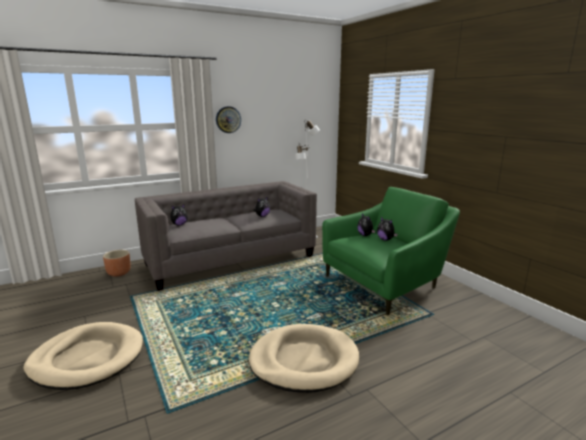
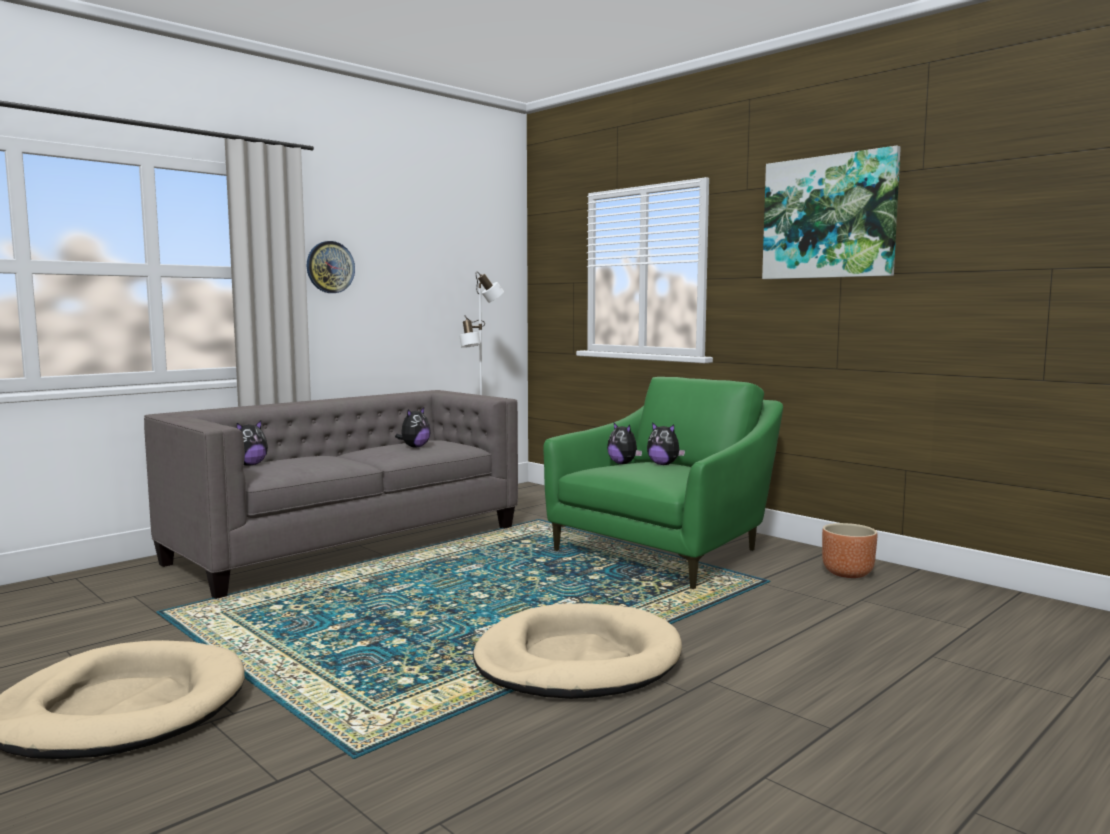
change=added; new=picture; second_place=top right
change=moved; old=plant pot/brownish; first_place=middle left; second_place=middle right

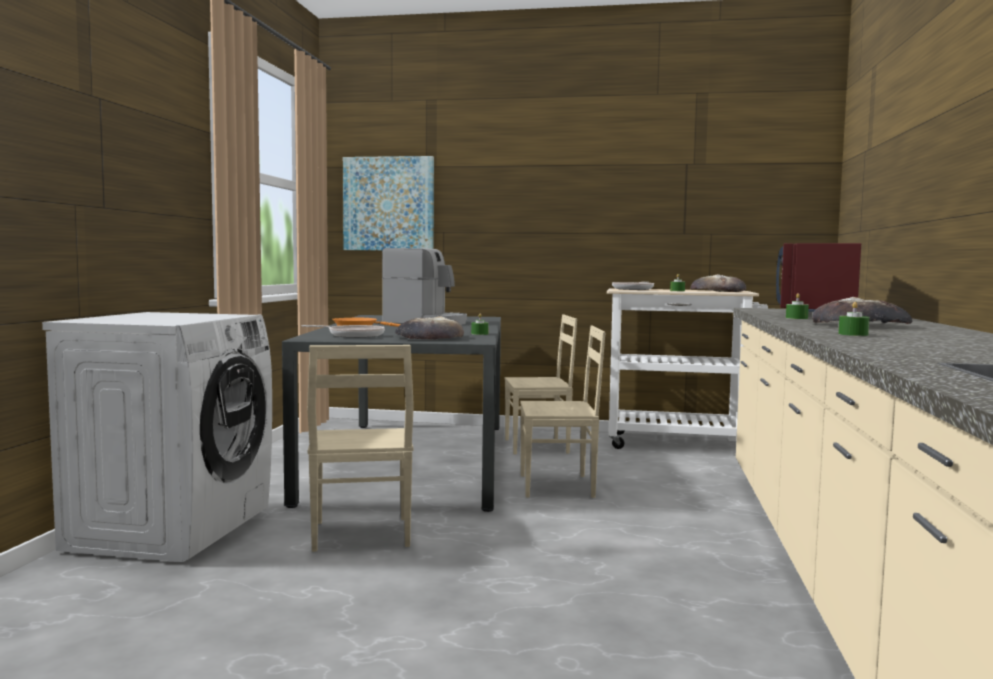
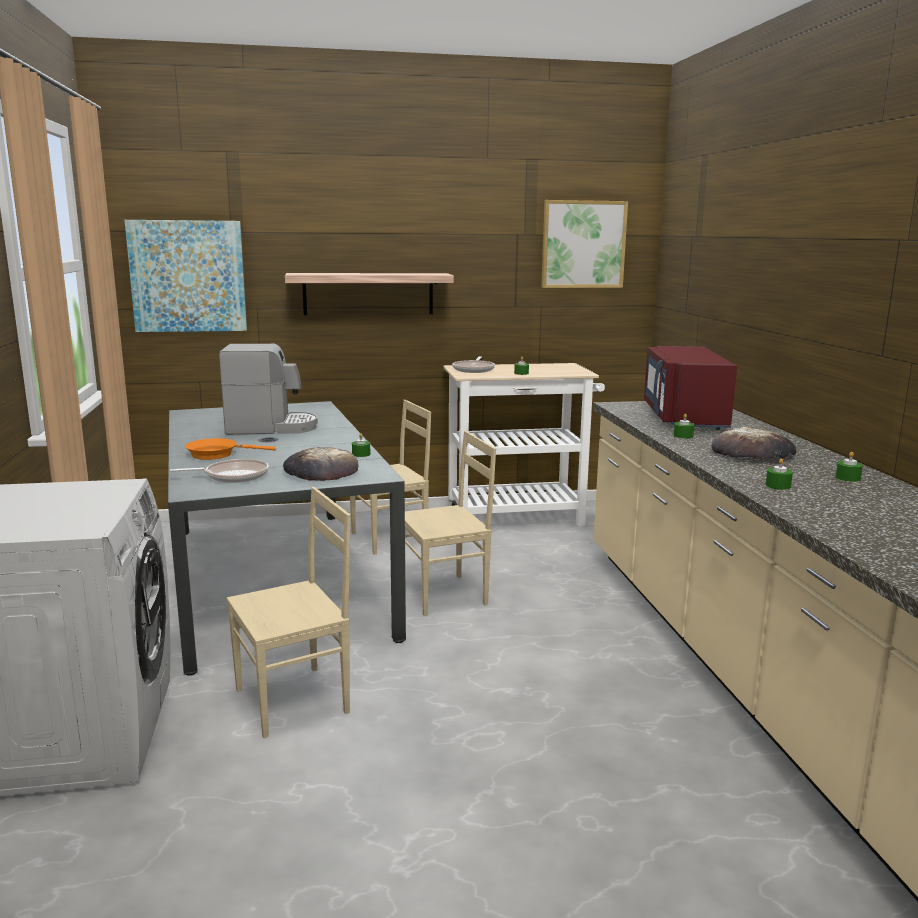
change=removed; old=bread (2nd from left); first_place=middle right
change=added; new=bracket shelf; second_place=top centre
change=added; new=picture (2nd from left); second_place=top centre
change=added; new=candle/greenish (5th from left); second_place=middle right
change=turned; old=chair/sand-coloured (1st from left); first_place=centre; second_place=bottom left; degrees=-90

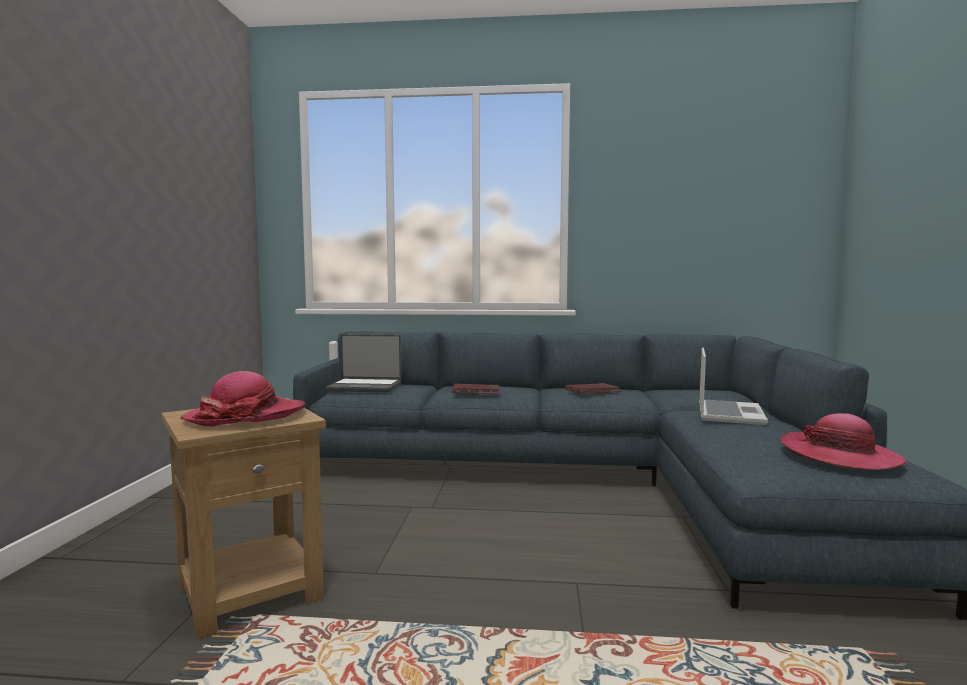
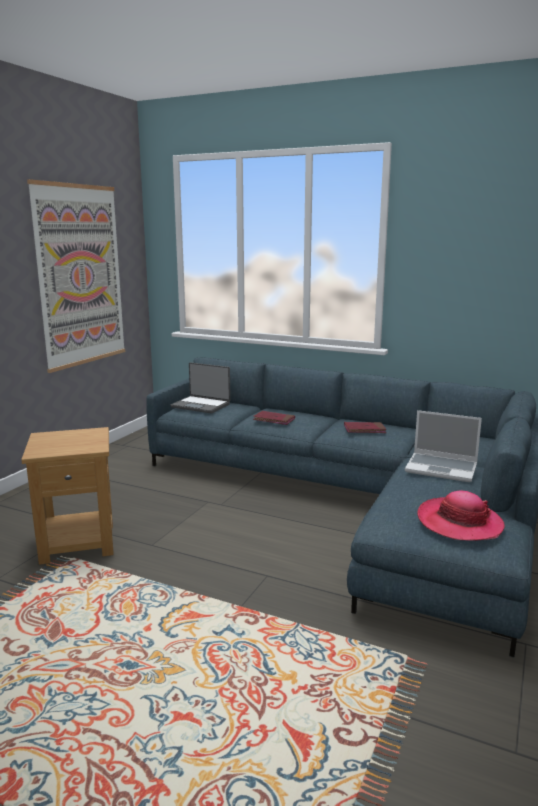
change=removed; old=hat (1st from left); first_place=middle left
change=added; new=picture; second_place=middle left
change=turned; old=portable computer (2nd from left); first_place=middle right; second_place=middle right; degrees=75

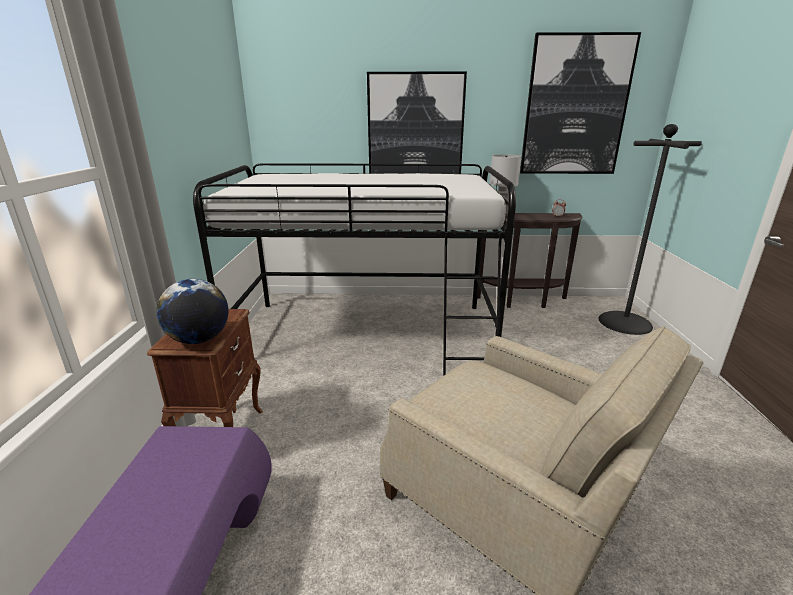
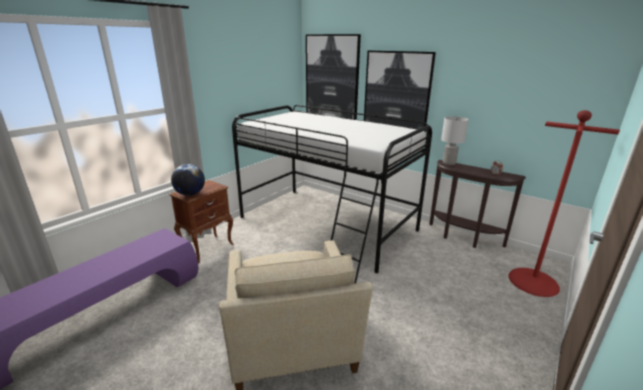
change=moved; old=picture (2nd from left in the first image); new=picture (1st from left); first_place=top right; second_place=top centre
change=recoloured; old=garment stand/blackish; new=garment stand/red; first_place=middle right; second_place=middle right

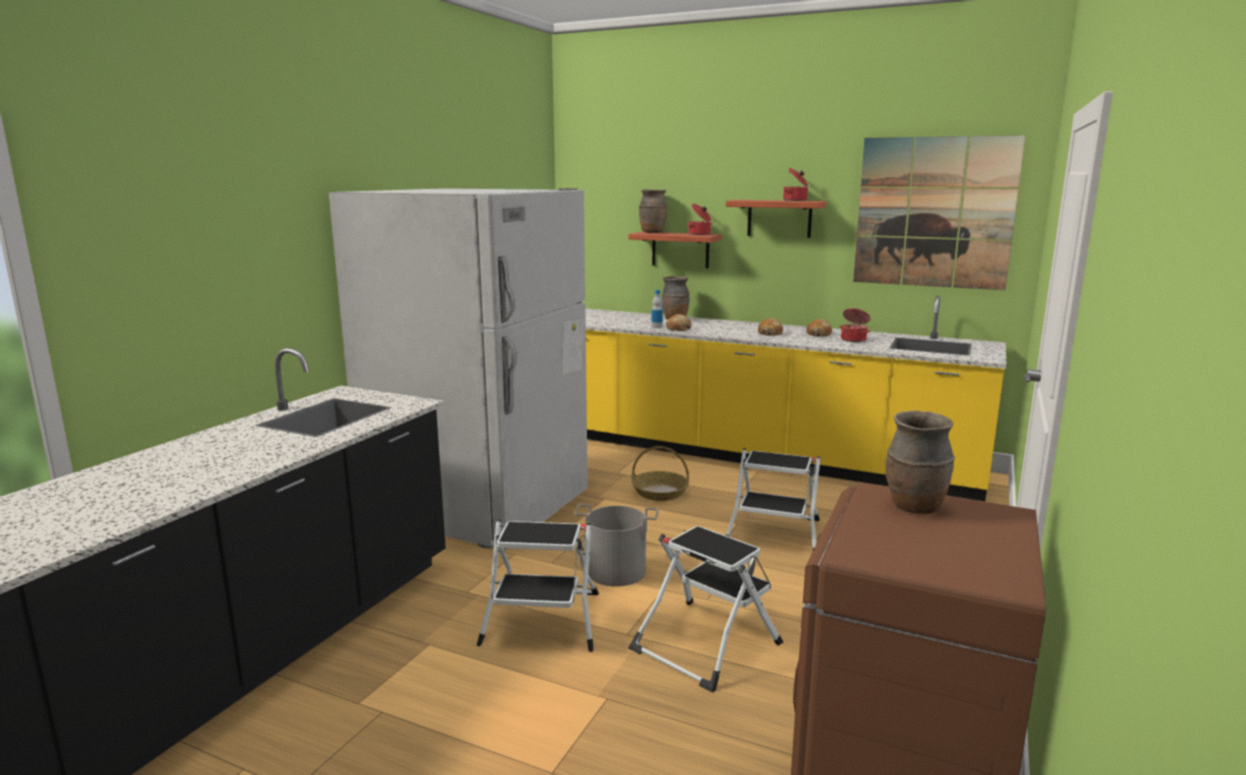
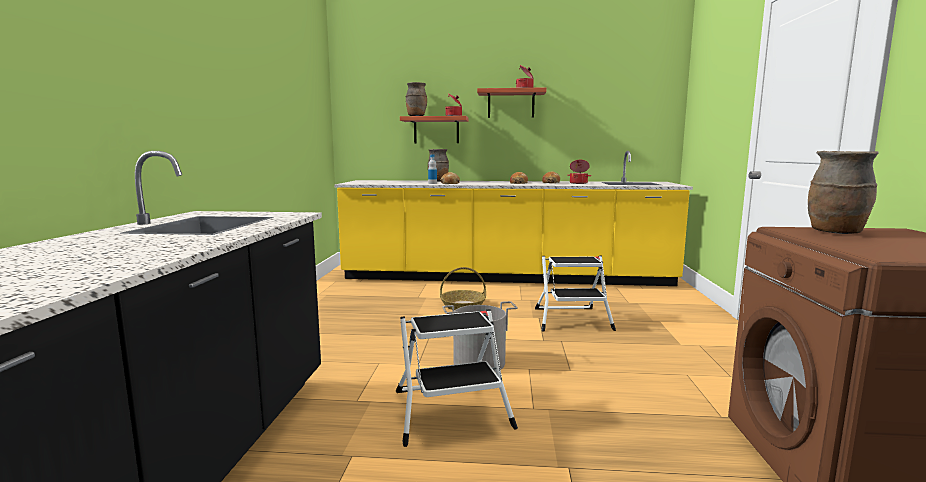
change=removed; old=refrigerator/white-coloured; first_place=centre
change=removed; old=stepladder (2nd from left); first_place=bottom centre
change=removed; old=picture; first_place=top right

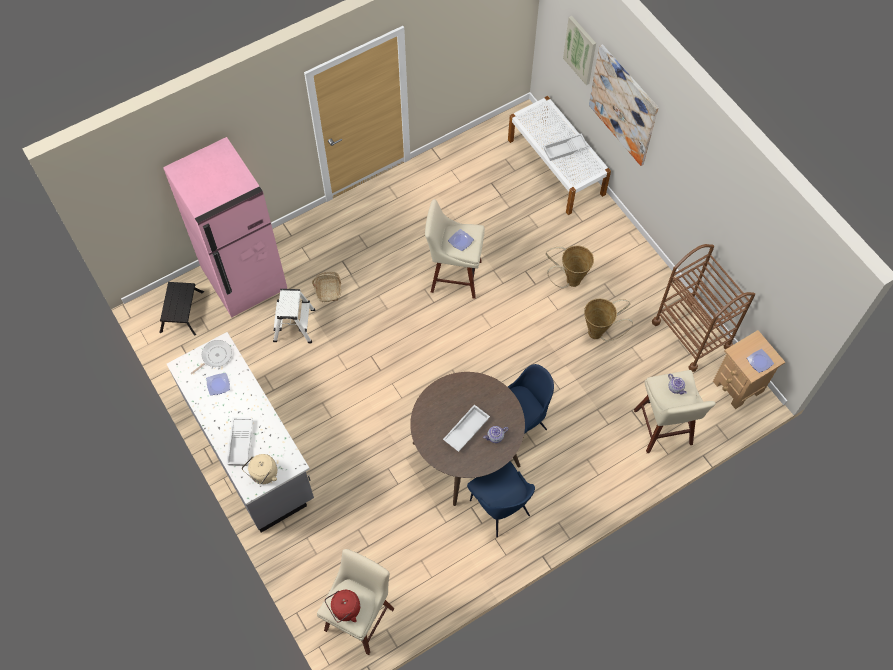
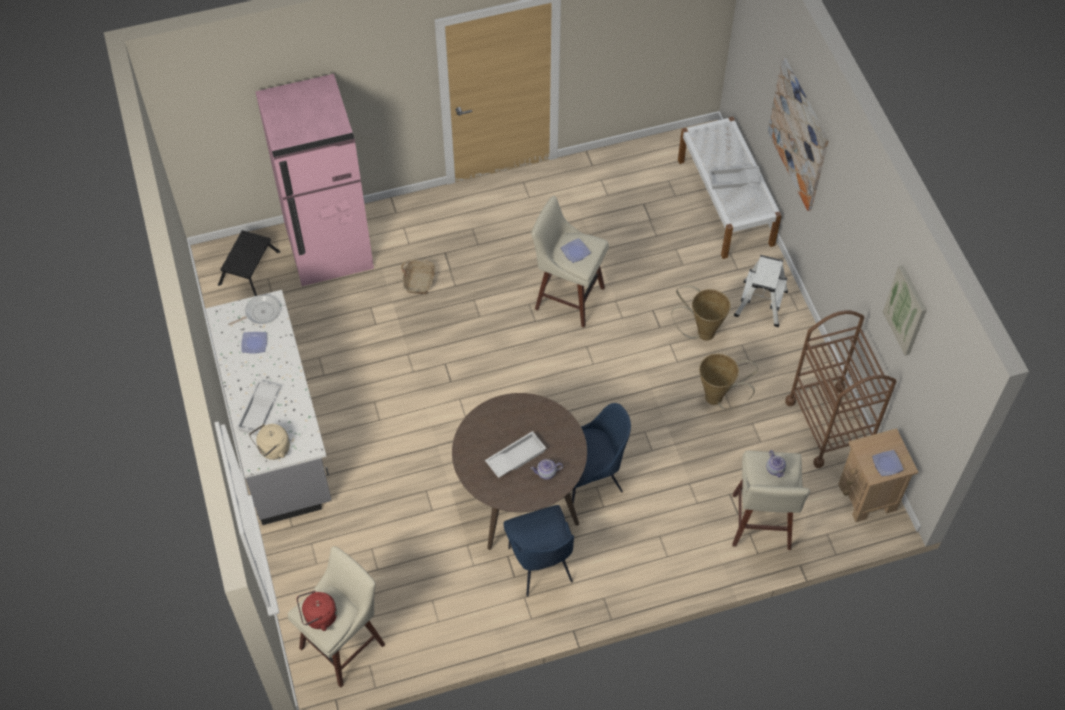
change=moved; old=stepladder/white-coloured; first_place=middle left; second_place=middle right
change=moved; old=picture (1st from left in the first image); new=picture (2nd from left); first_place=top centre; second_place=middle right

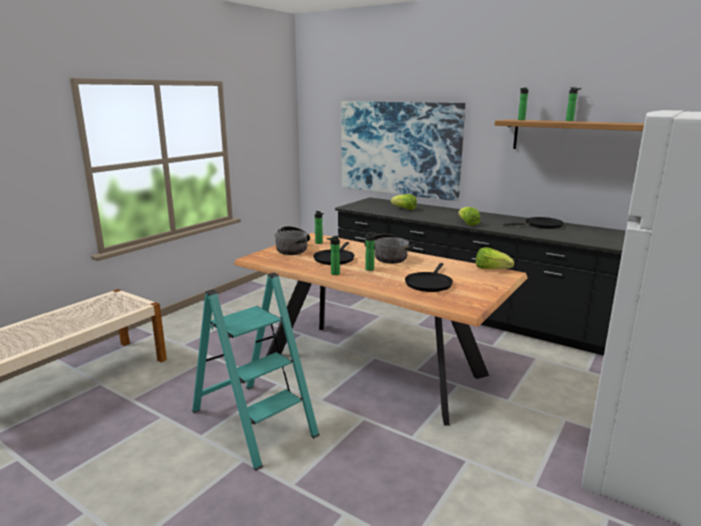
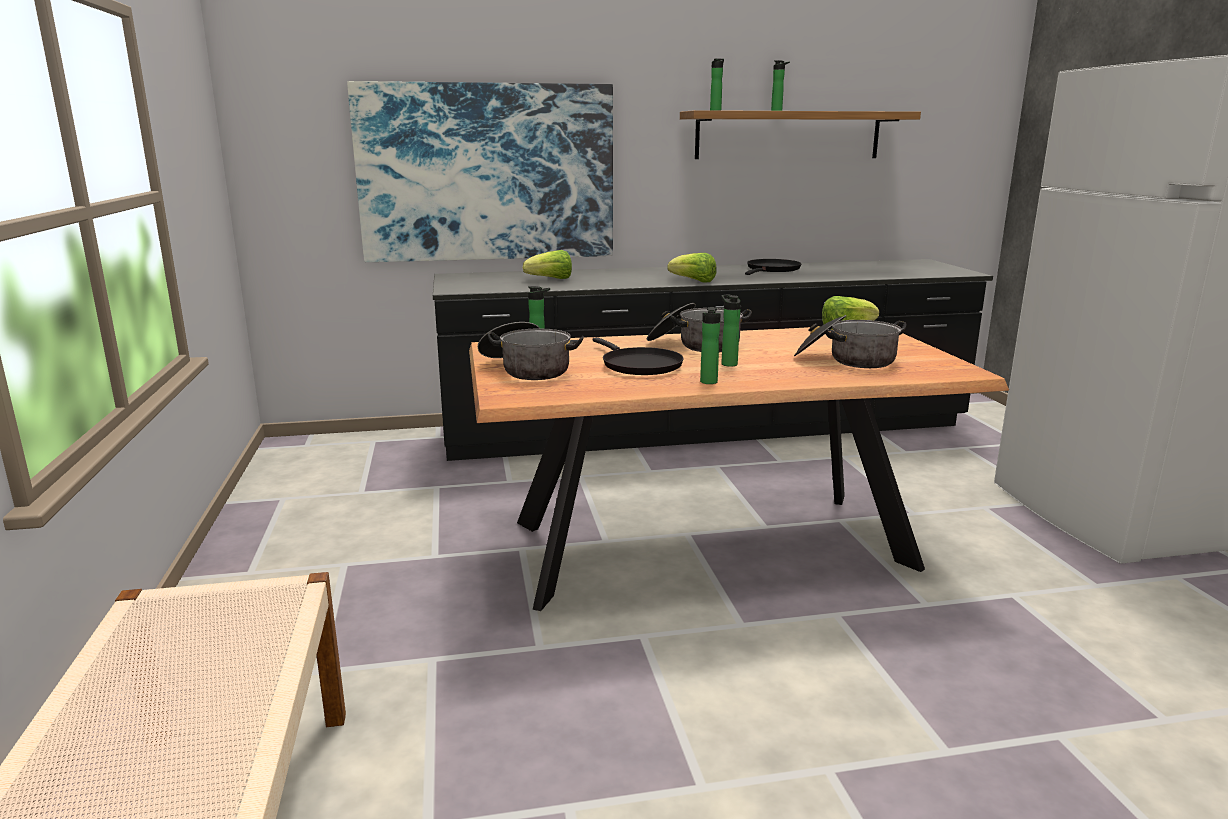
change=removed; old=stepladder/turquoise; first_place=bottom centre
change=replaced; old=pan/blackish (2nd from left); new=stockpot (3rd from left); first_place=centre; second_place=middle right

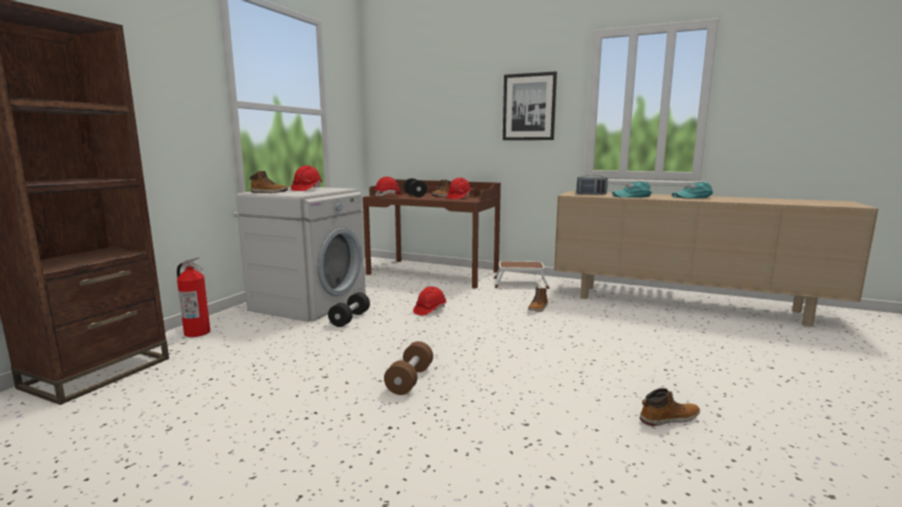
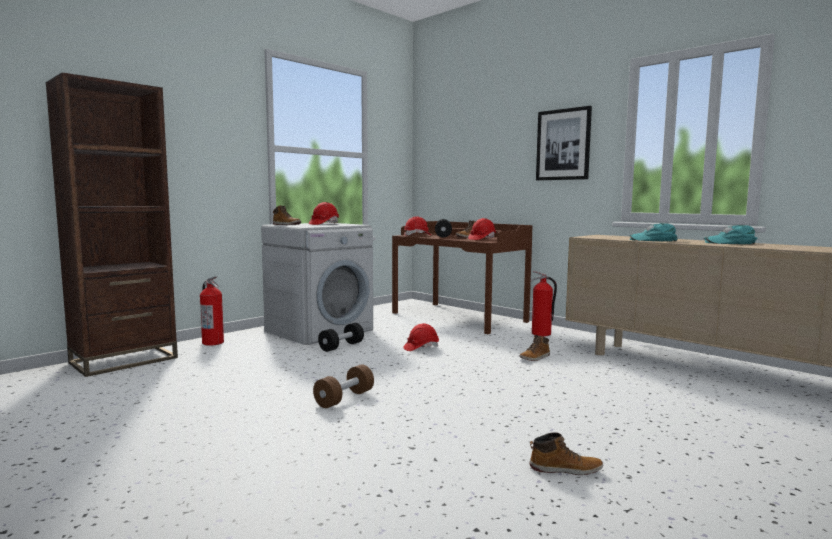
change=removed; old=radio; first_place=centre
change=replaced; old=stepladder/brownish; new=fire-fighting cylinder (2nd from left); first_place=centre; second_place=centre

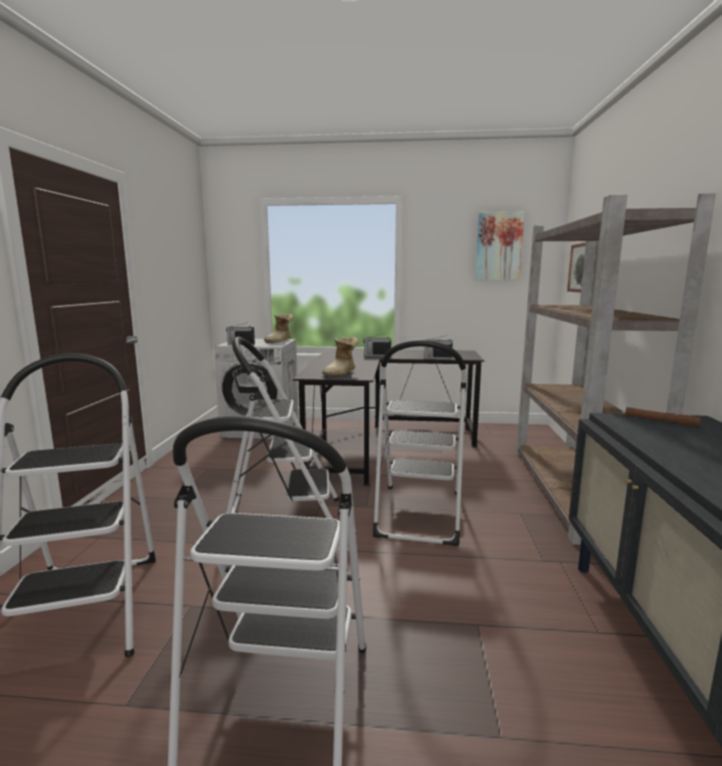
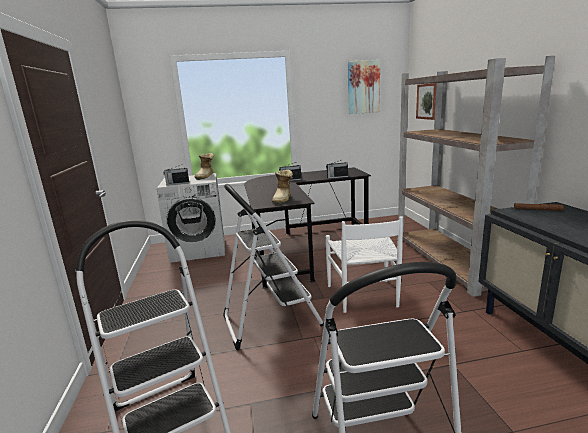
change=replaced; old=stepladder (4th from left); new=chair/white-coloured; first_place=centre; second_place=centre

